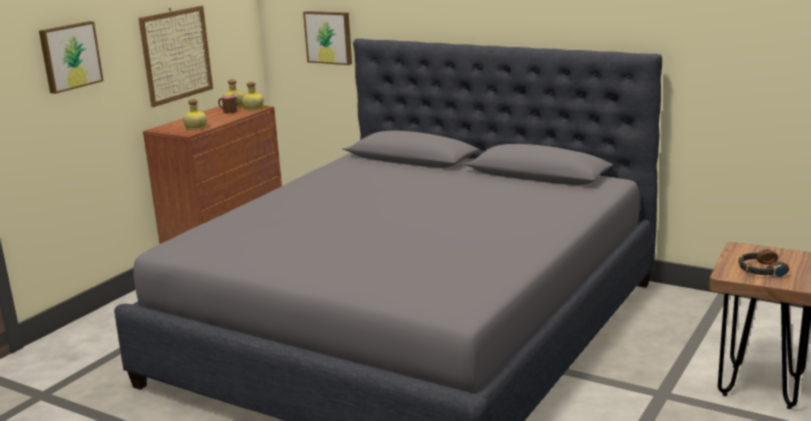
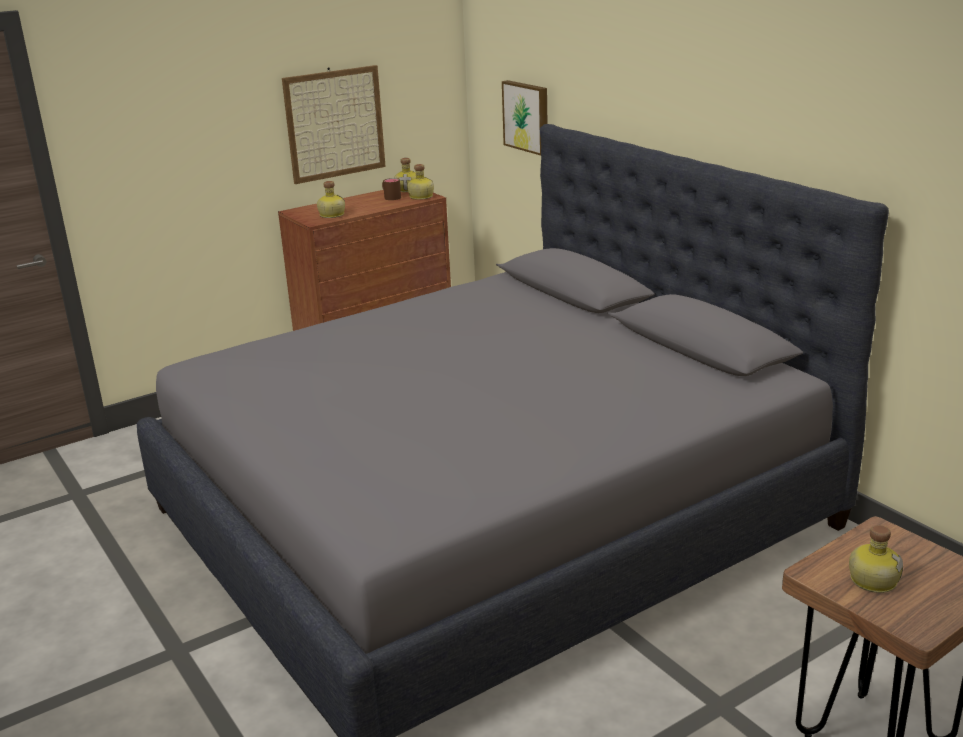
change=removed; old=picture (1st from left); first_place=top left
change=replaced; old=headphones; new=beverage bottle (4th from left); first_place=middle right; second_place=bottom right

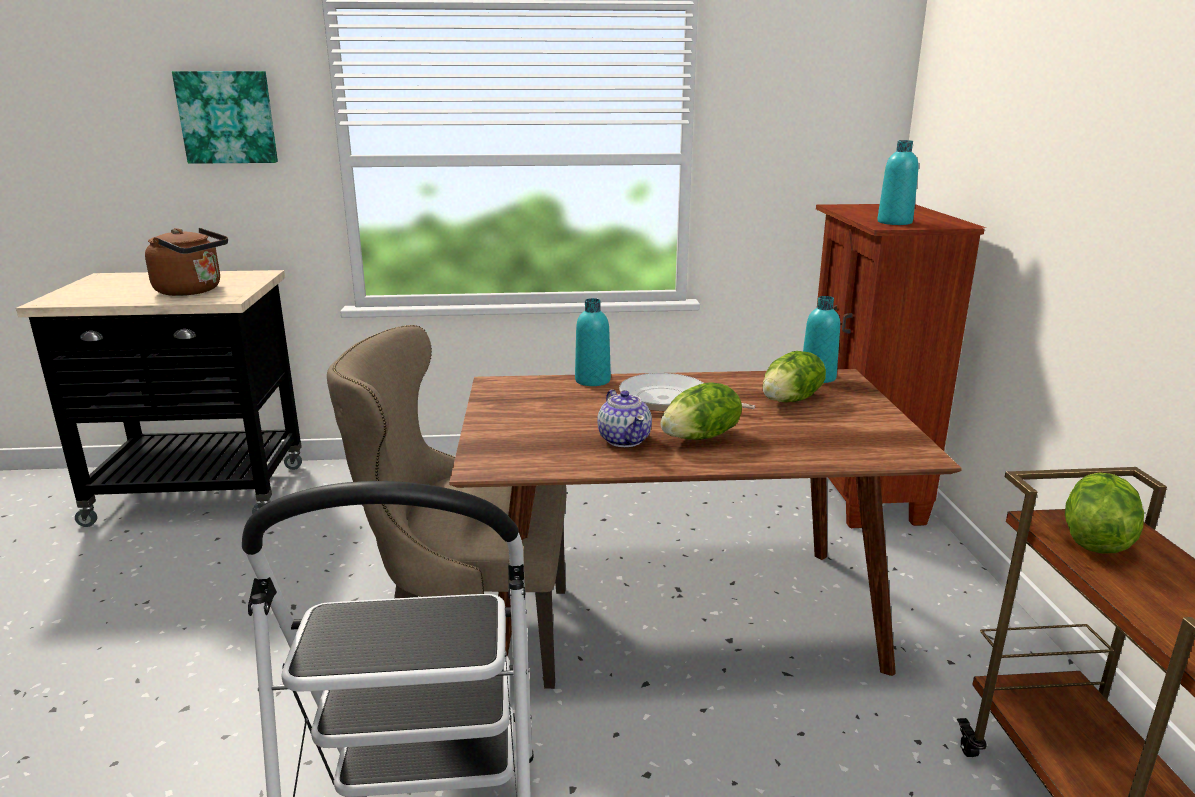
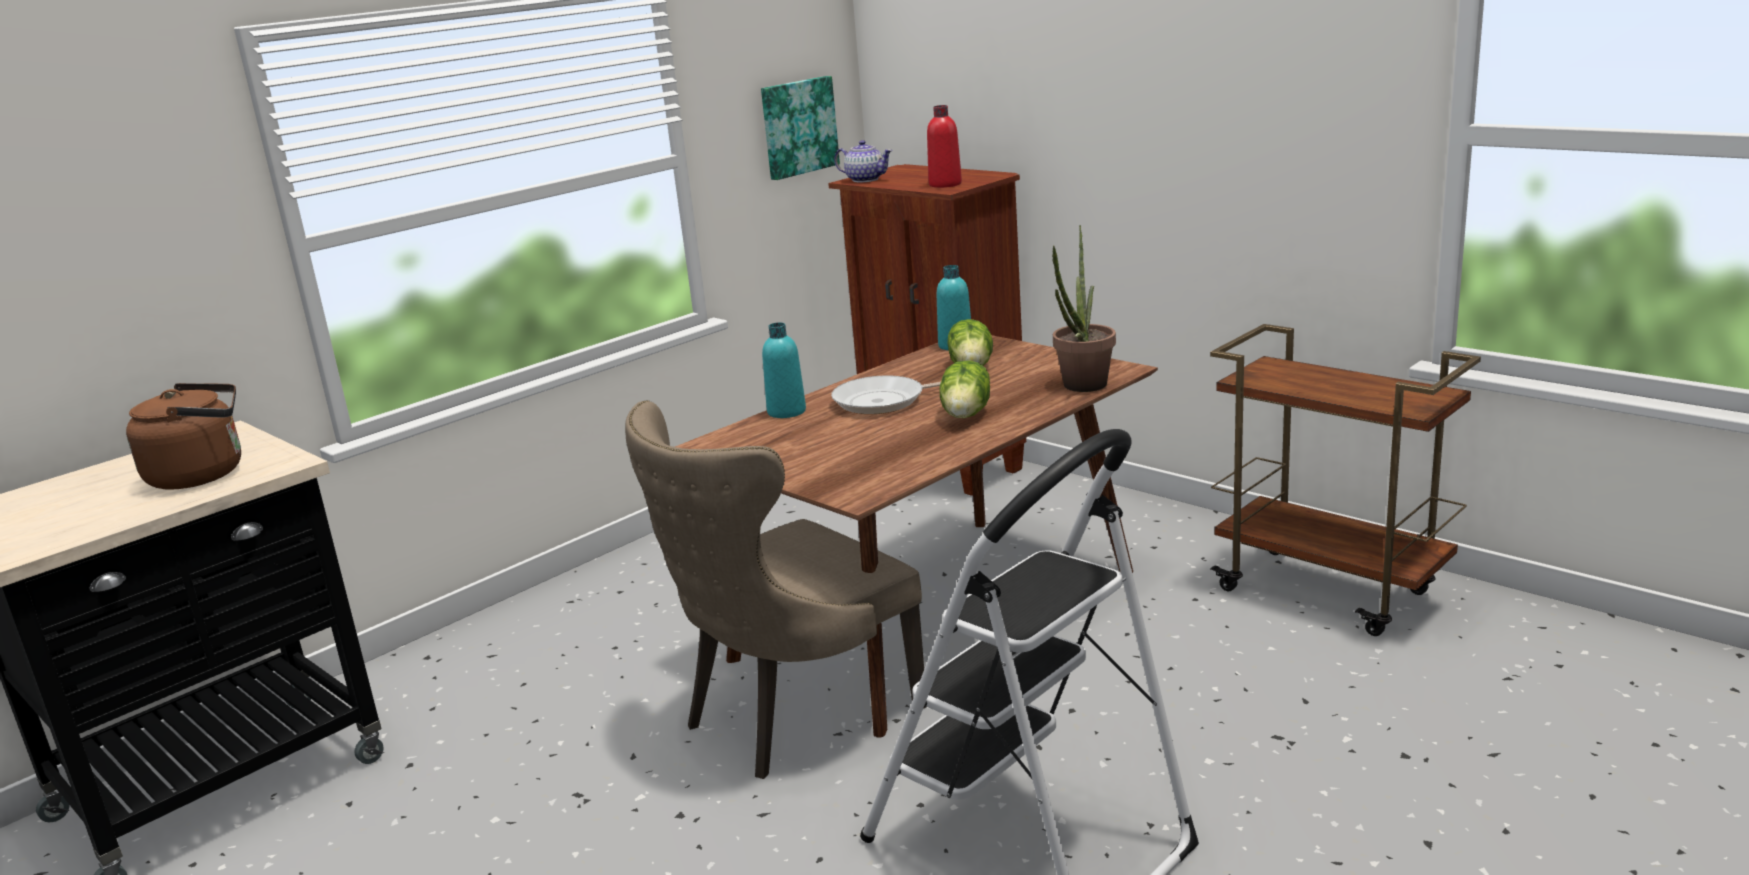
change=removed; old=head of lettuce (3rd from left); first_place=middle right
change=added; new=houseplant; second_place=centre
change=moved; old=picture; first_place=top left; second_place=top centre
change=moved; old=pot for tea; first_place=centre; second_place=top centre
change=recoloured; old=beverage bottle/turquoise (3rd from left); new=beverage bottle/red; first_place=top right; second_place=top centre

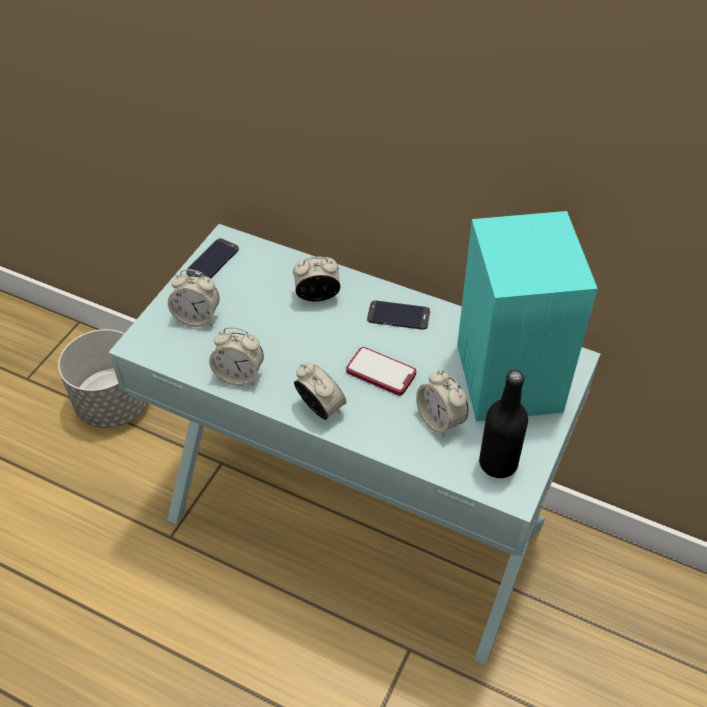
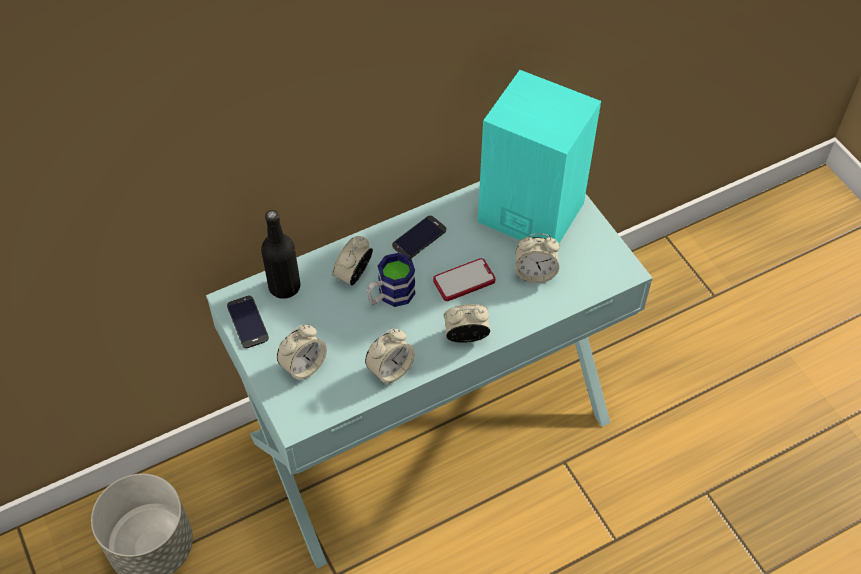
change=added; new=tea mug; second_place=centre
change=moved; old=beverage bottle/blackish; first_place=middle right; second_place=middle left

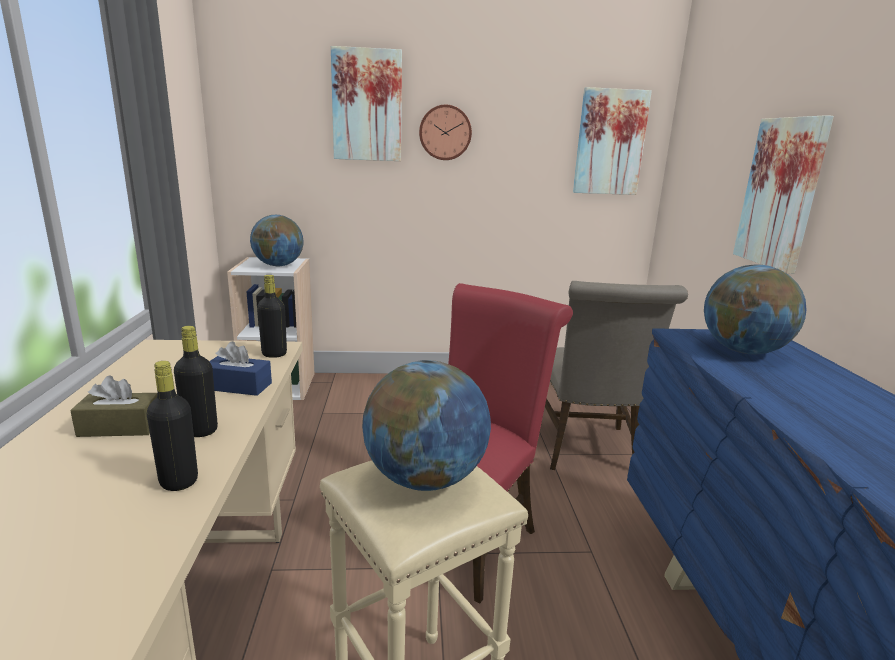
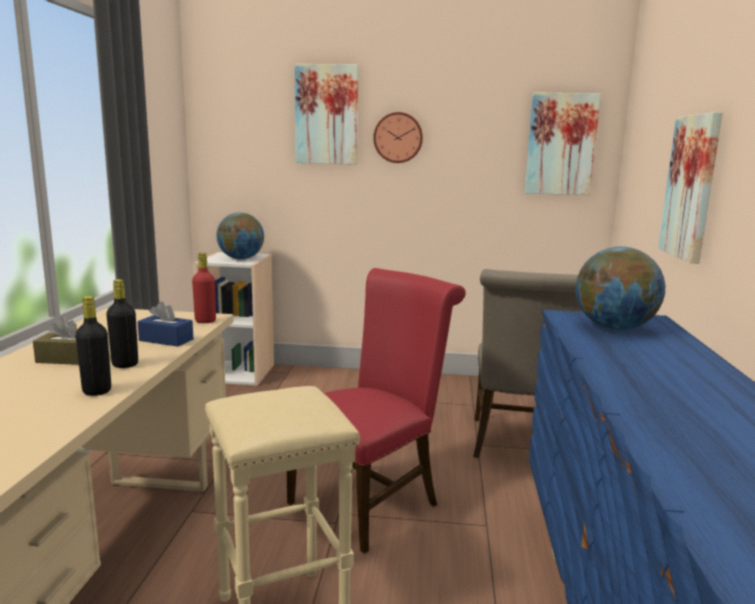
change=removed; old=globe (2nd from left); first_place=centre
change=recoloured; old=beverage bottle/blackish (3rd from left); new=beverage bottle/red; first_place=middle left; second_place=middle left

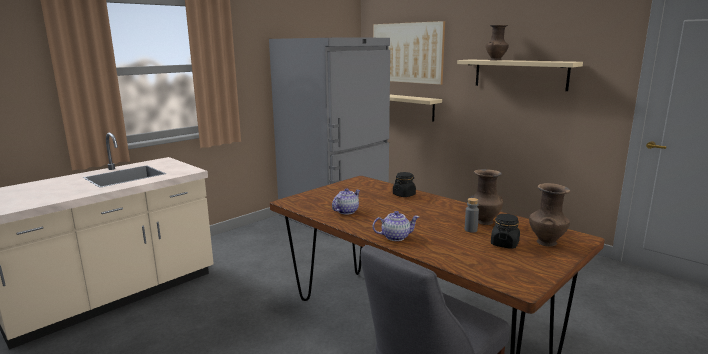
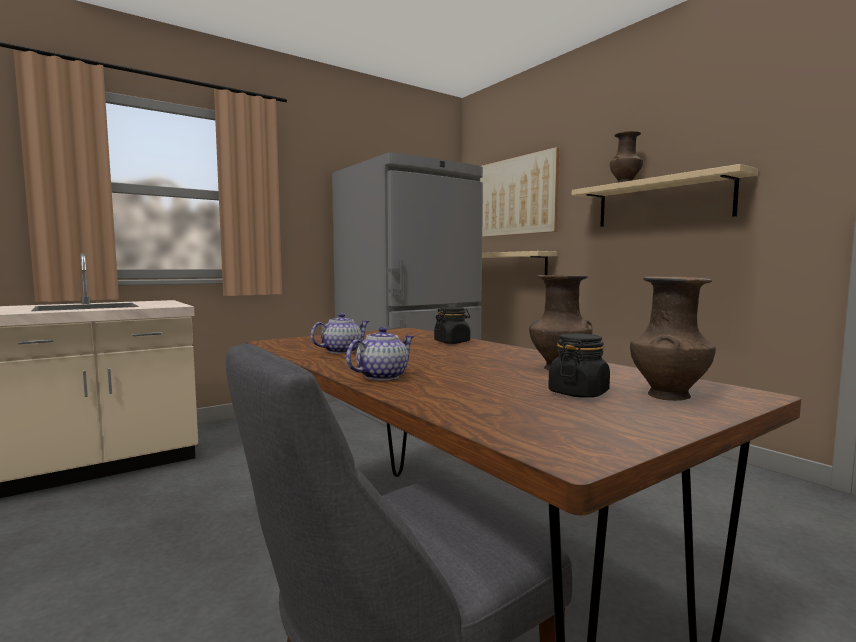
change=removed; old=beverage bottle/grey; first_place=middle right
change=turned; old=pot for tea (2nd from left); first_place=centre; second_place=centre; degrees=-45

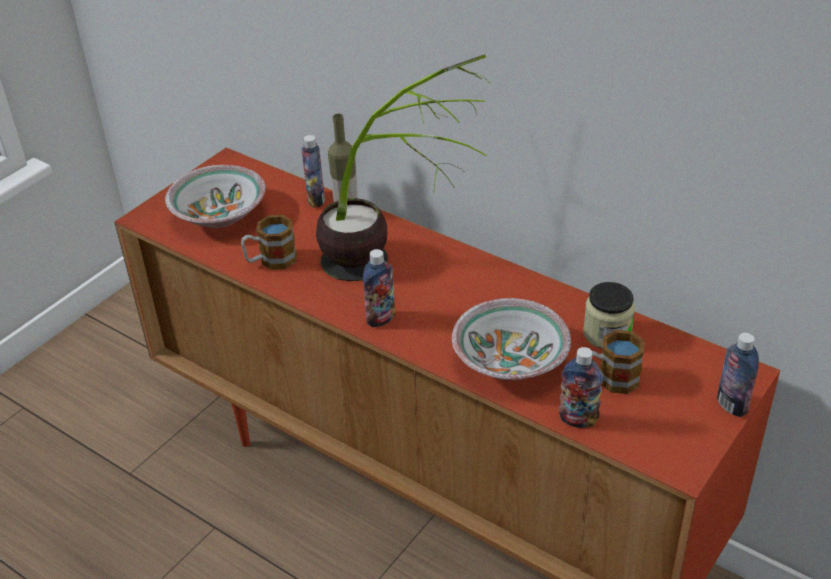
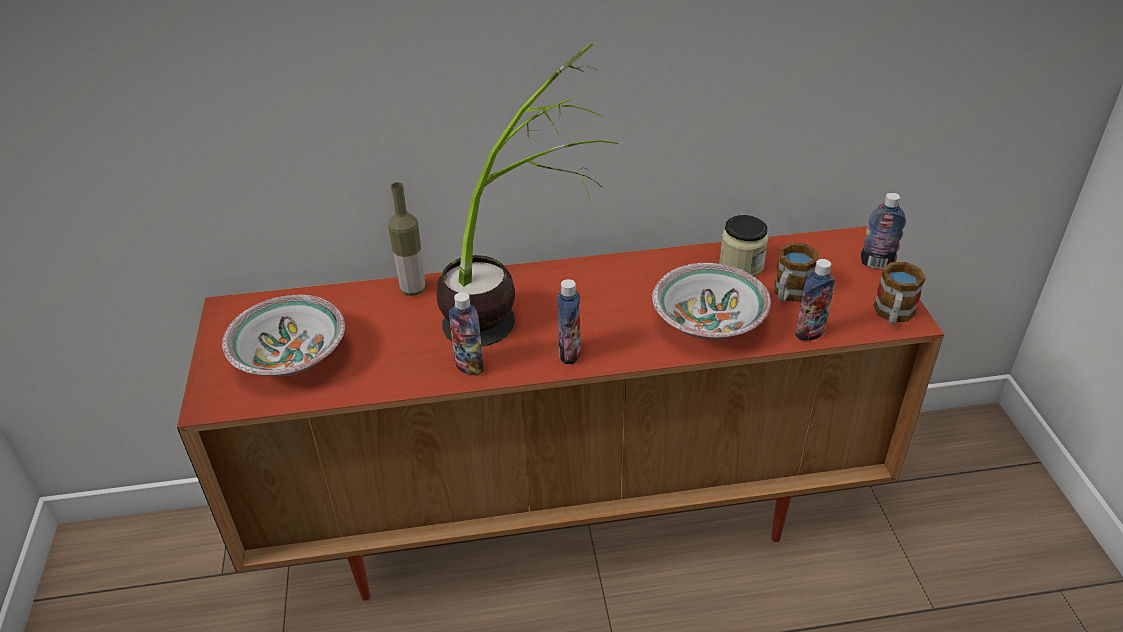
change=moved; old=tea mug (1st from left in the first image); new=tea mug (2nd from left); first_place=middle left; second_place=middle right
change=moved; old=beverage bottle (1st from left in the first image); new=beverage bottle (2nd from left); first_place=top centre; second_place=centre

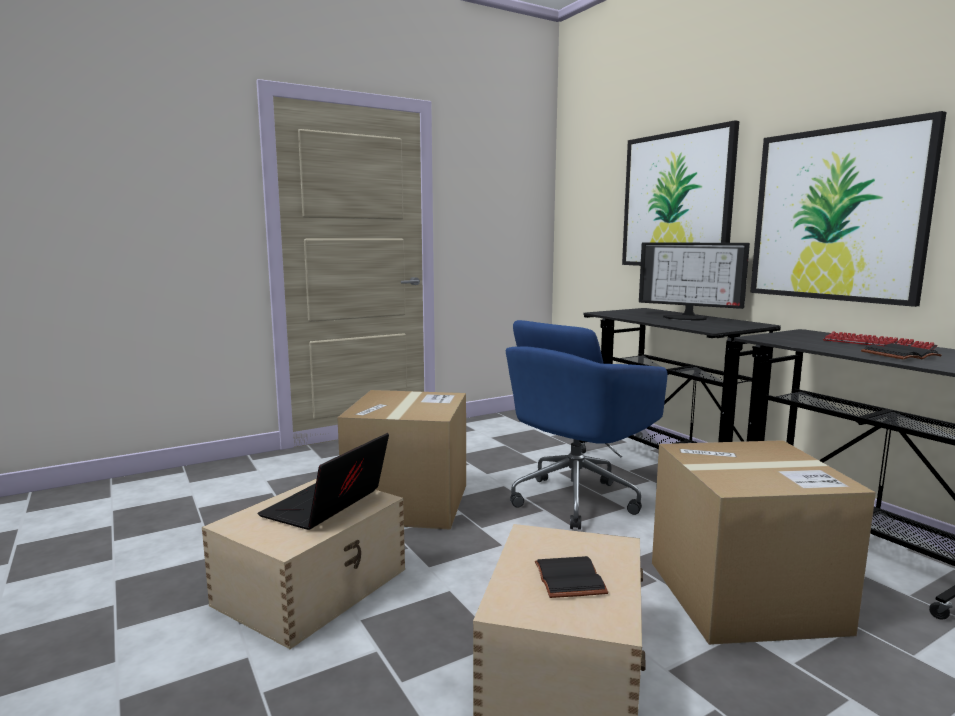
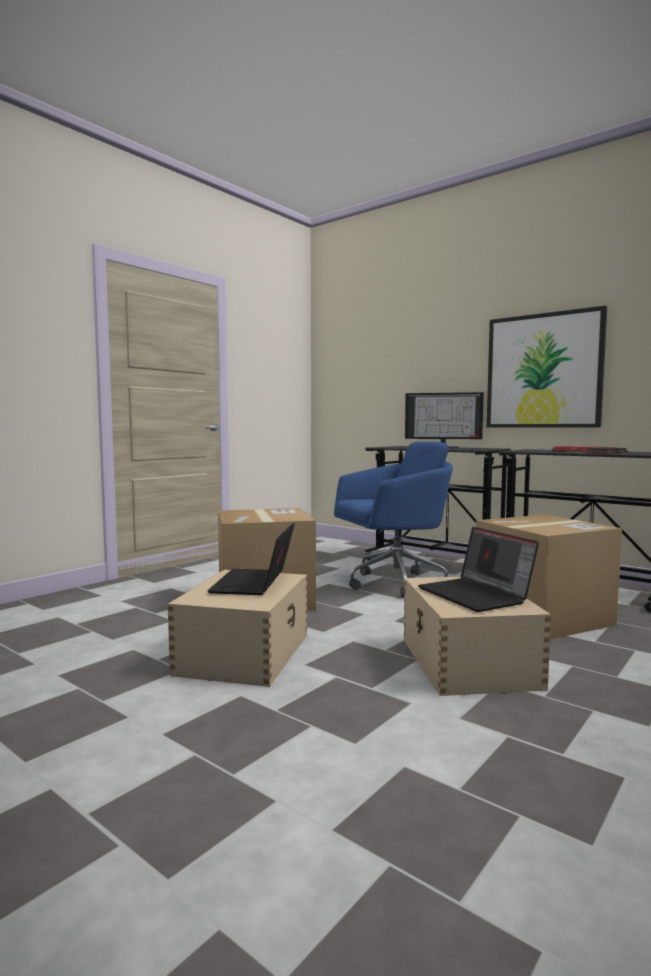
change=removed; old=picture (1st from left); first_place=top right
change=replaced; old=bound book/blackish (1st from left); new=portable computer (2nd from left); first_place=bottom centre; second_place=middle right
change=turned; old=desk chair/blue; first_place=centre; second_place=centre; degrees=-135

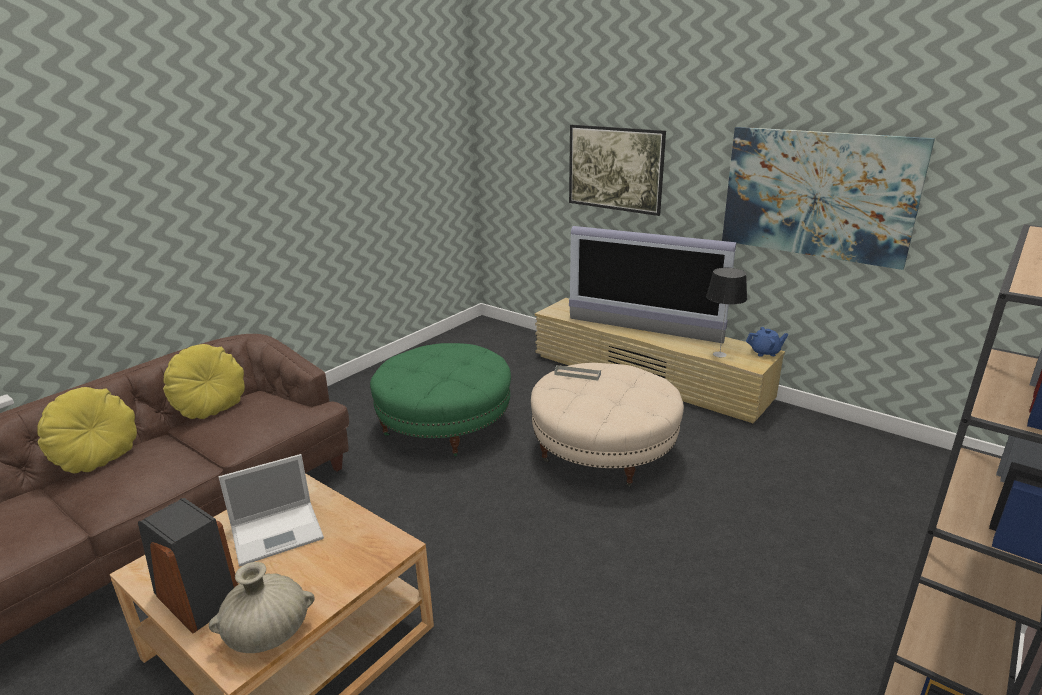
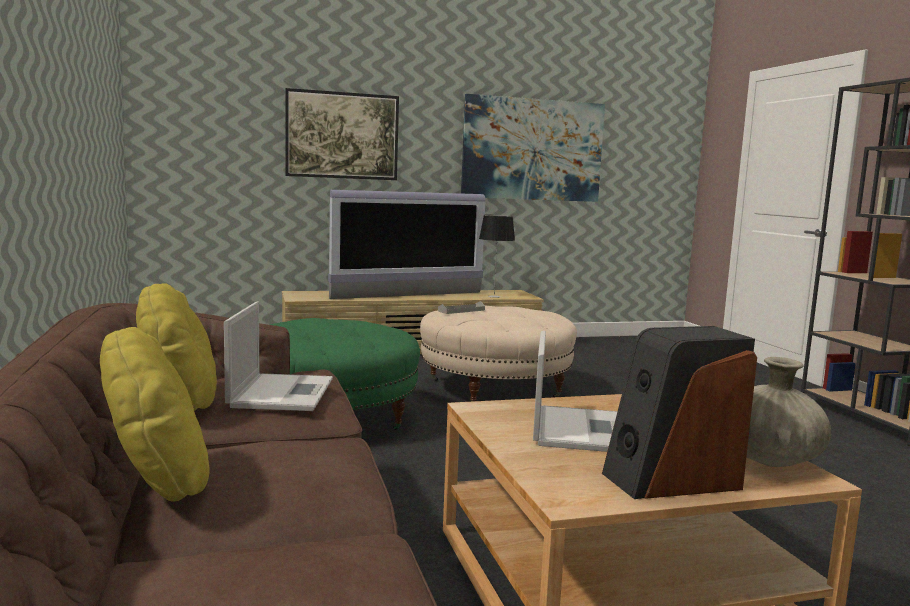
change=removed; old=pot for tea/blue; first_place=middle right
change=added; new=portable computer (1st from left); second_place=middle left

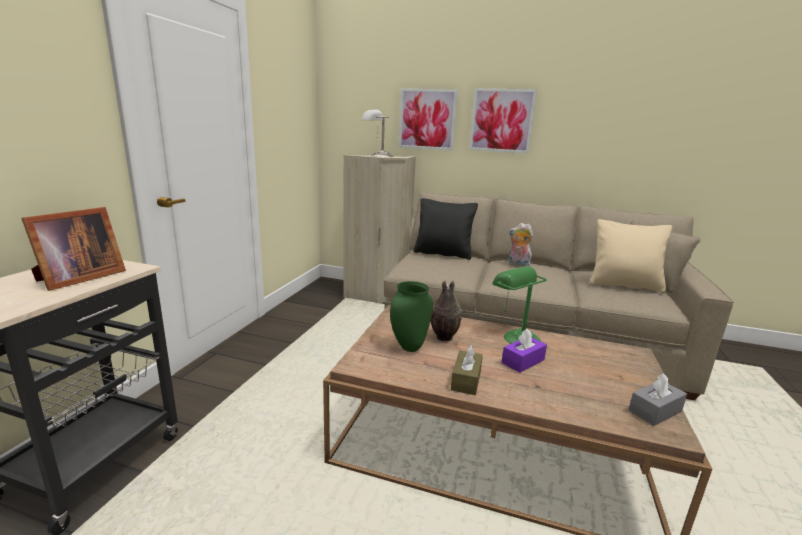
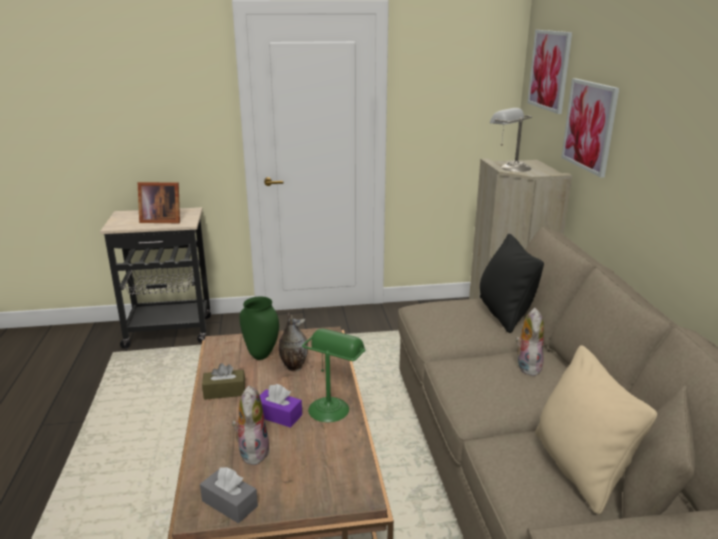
change=added; new=cuddly toy (1st from left); second_place=bottom centre
change=moved; old=picture (2nd from left in the first image); new=picture (1st from left); first_place=top centre; second_place=top right

